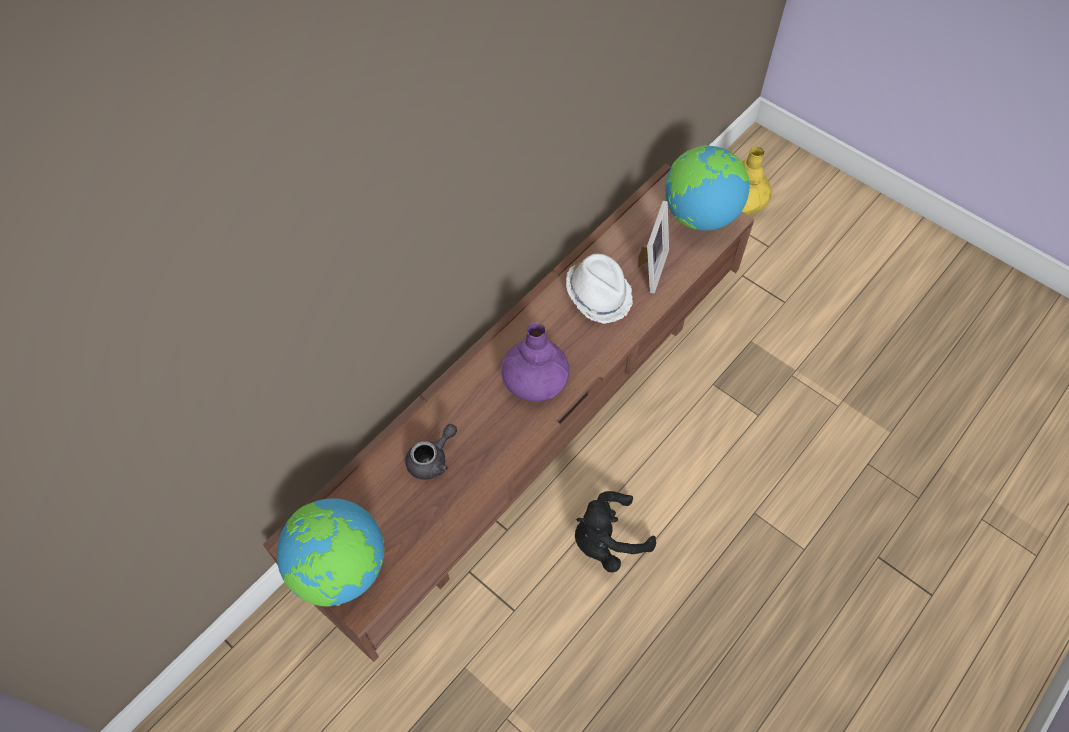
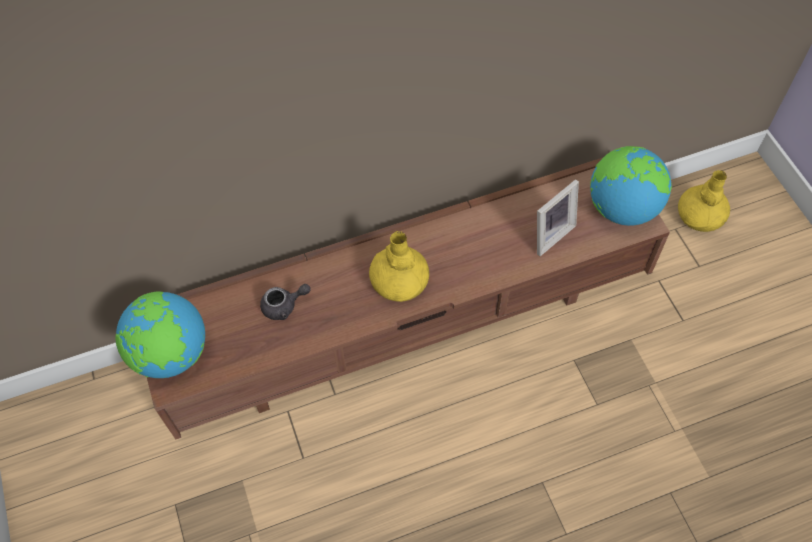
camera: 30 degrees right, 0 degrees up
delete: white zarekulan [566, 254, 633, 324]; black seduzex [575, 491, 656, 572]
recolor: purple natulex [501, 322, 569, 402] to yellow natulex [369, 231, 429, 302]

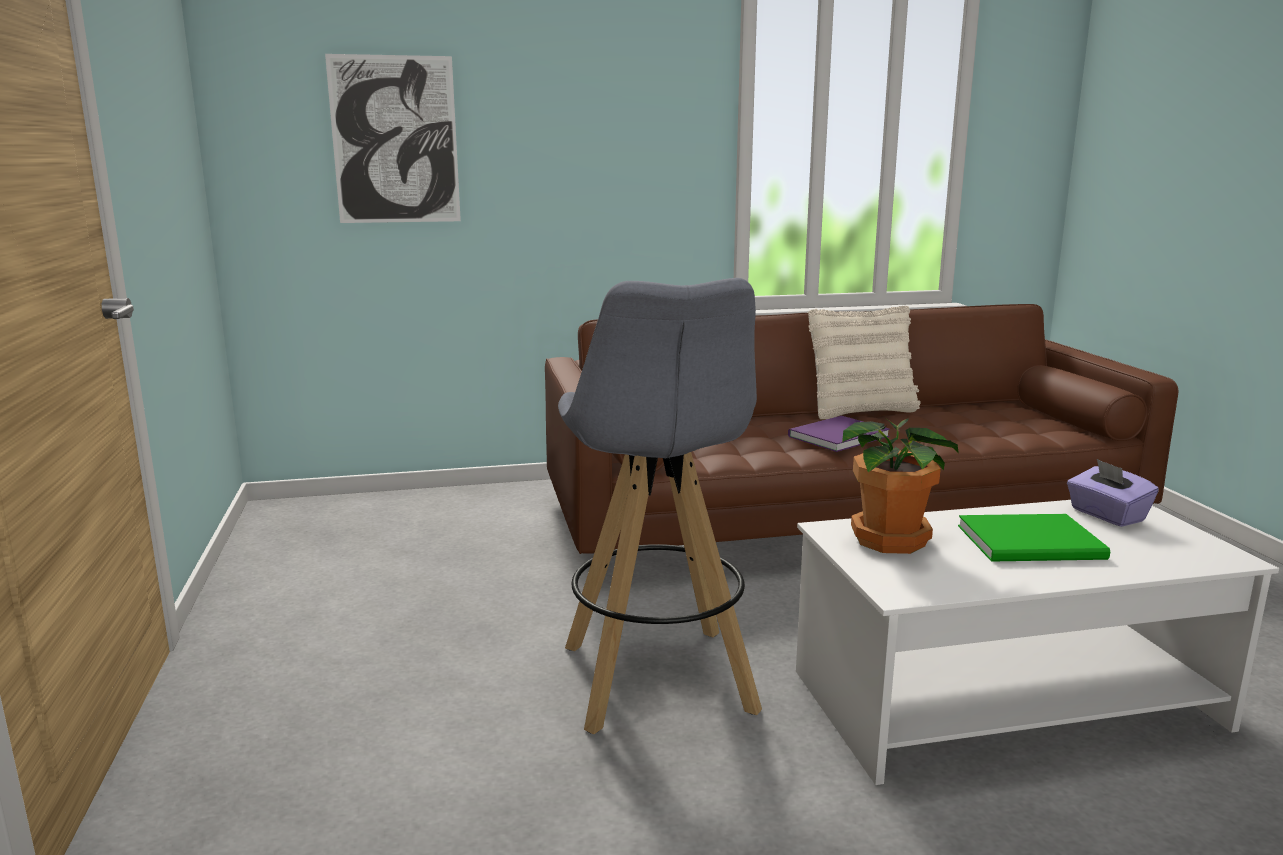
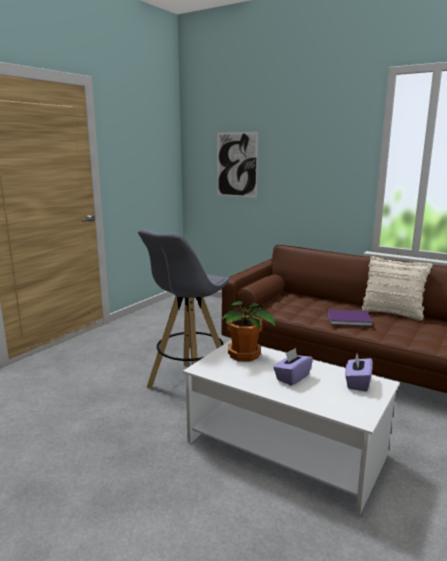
camera: 45 degrees right, 0 degrees up
replace: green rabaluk [958, 514, 1110, 562] to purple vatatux [273, 348, 313, 386]

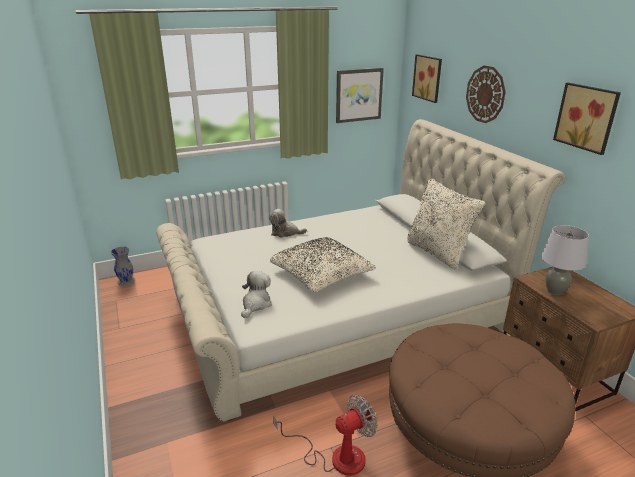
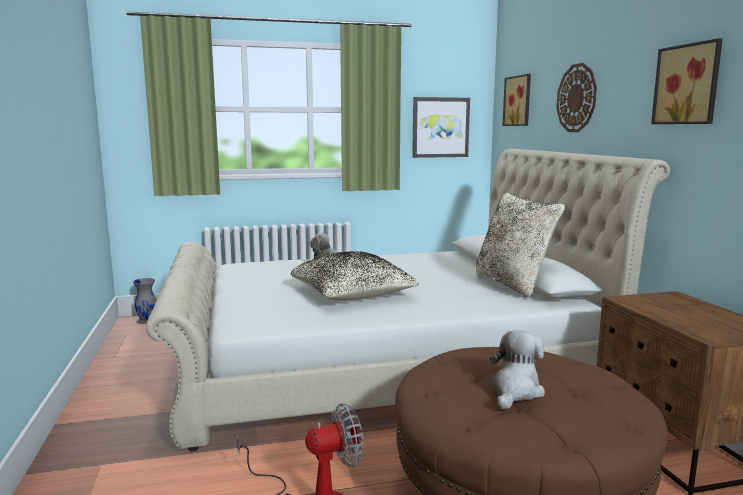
camera: 10 degrees right, 15 degrees down
delete: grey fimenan [541, 225, 589, 296]
move: seduzex [241, 271, 271, 318] to [490, 330, 545, 409]

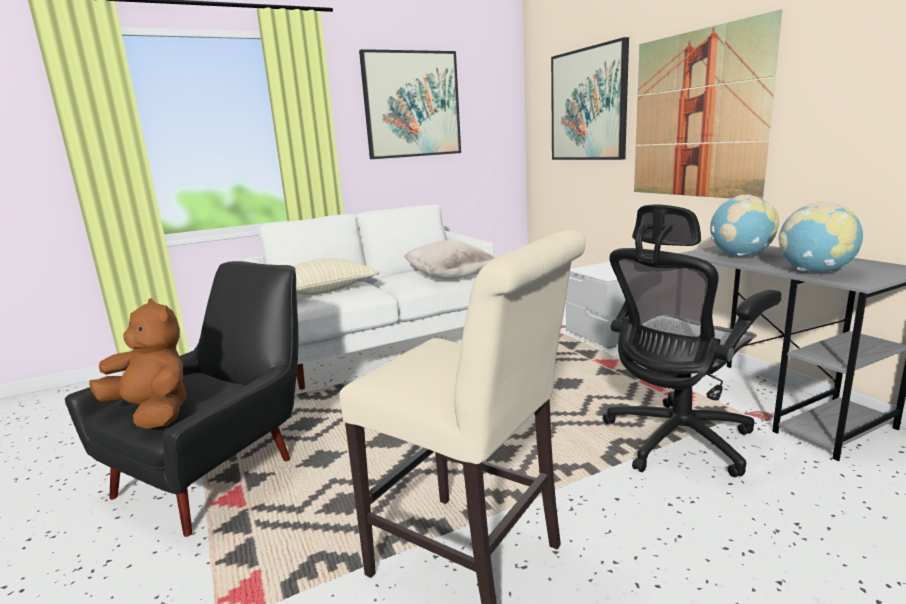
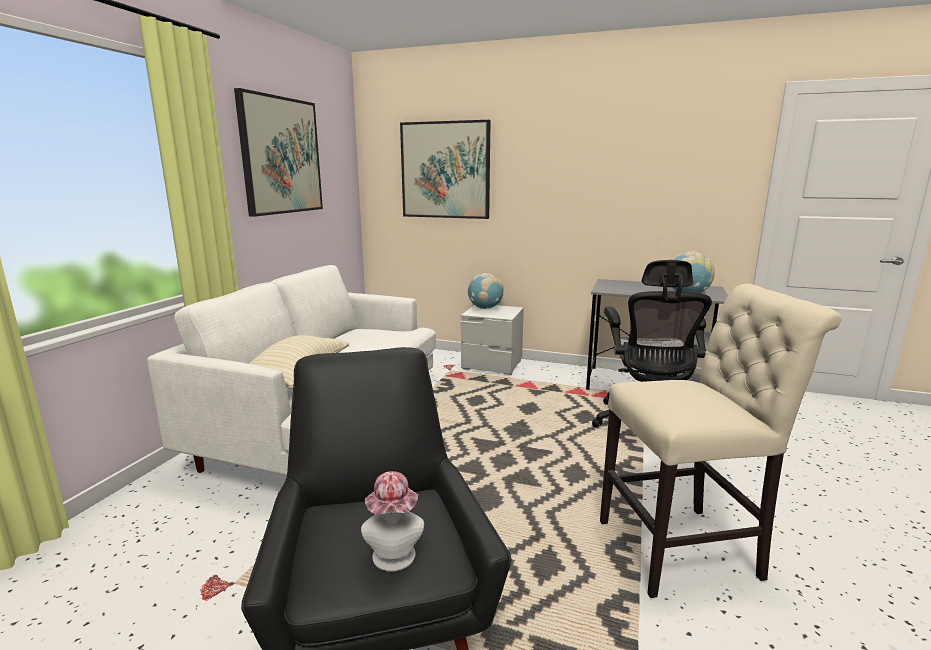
camera: 45 degrees left, 0 degrees up
delete: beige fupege [404, 240, 494, 279]; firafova [634, 9, 782, 199]
move: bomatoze [710, 195, 779, 256] to [468, 273, 504, 309]
replace: brown seduzex [89, 298, 187, 429] to zarekulan [361, 471, 424, 572]

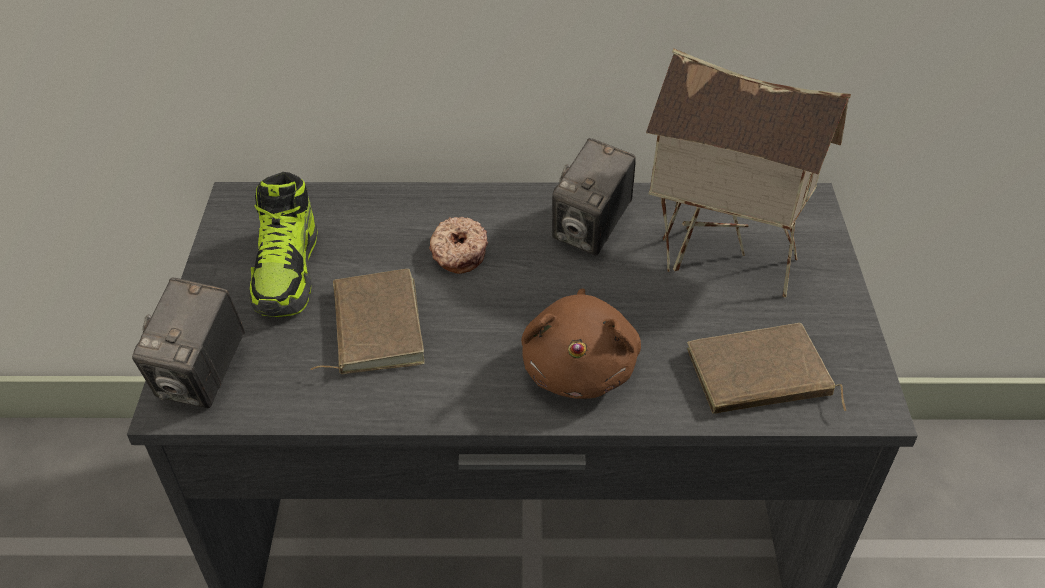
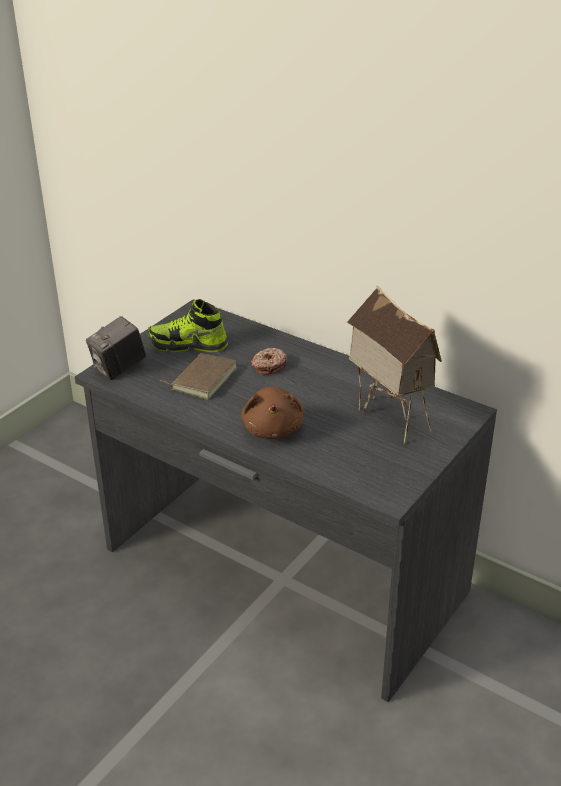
camera: 35 degrees right, 10 degrees down
delete: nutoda [552, 138, 636, 256]; brown rabaluk [687, 323, 846, 414]
rotate: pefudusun [249, 172, 318, 317] = [147, 299, 228, 352] 60 degrees clockwise; brown seduzex [521, 288, 641, 399] = [241, 386, 304, 439] 45 degrees counterclockwise

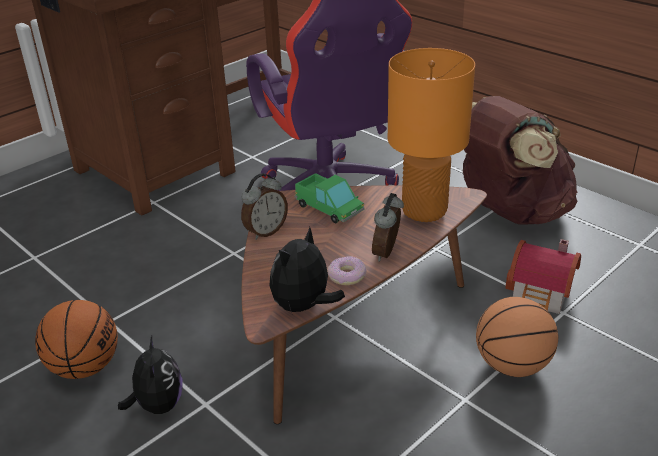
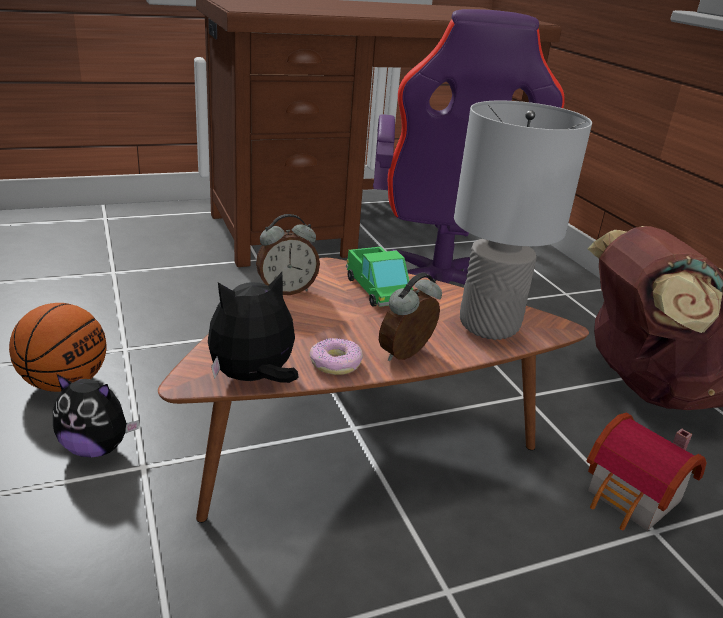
camera: 20 degrees right, 5 degrees down
delete: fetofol [476, 297, 558, 377]
recolor: orange fimenan [388, 48, 475, 222] to grey fimenan [454, 101, 592, 340]
rotate: seduzex [118, 336, 183, 414] = [53, 374, 139, 457] 90 degrees clockwise

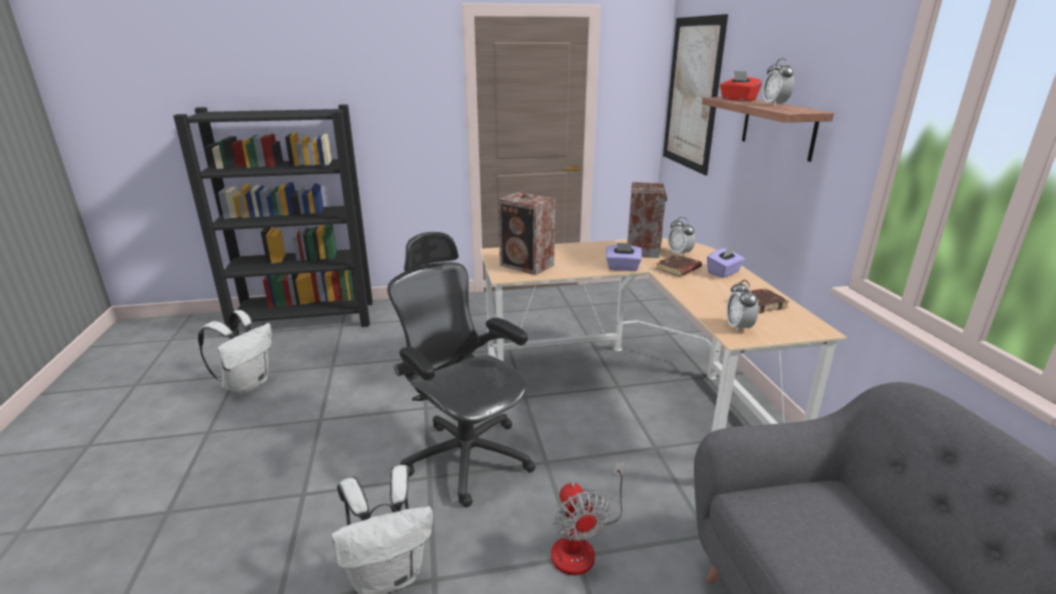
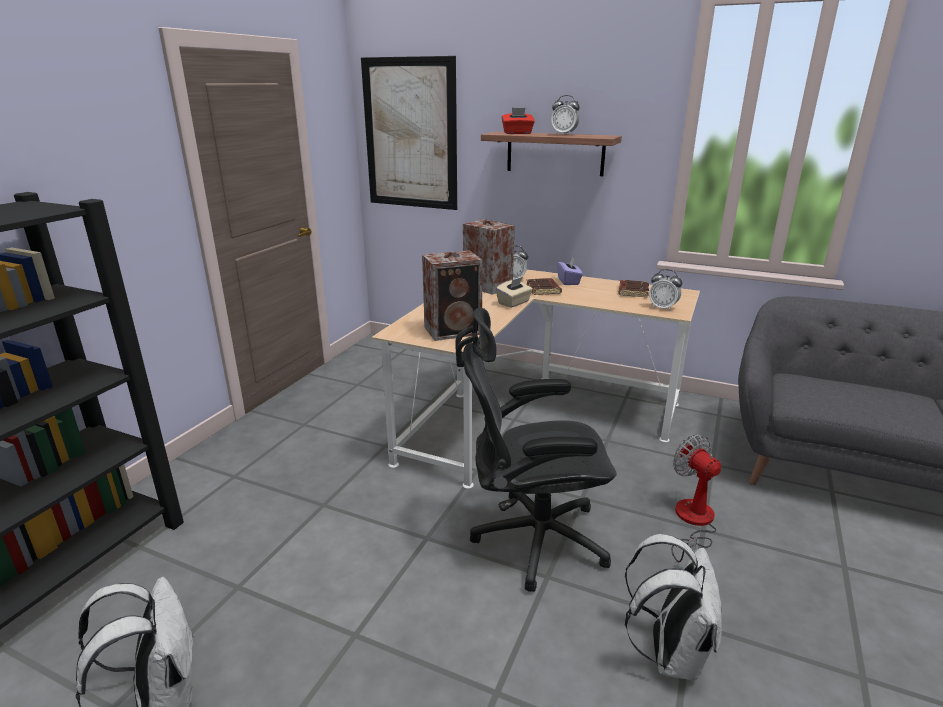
camera: 55 degrees left, 0 degrees up
recolor: purple vatatux [606, 243, 642, 271] to beige vatatux [496, 277, 533, 308]
rotate: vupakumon [551, 462, 624, 575] = [671, 434, 721, 562] 135 degrees counterclockwise

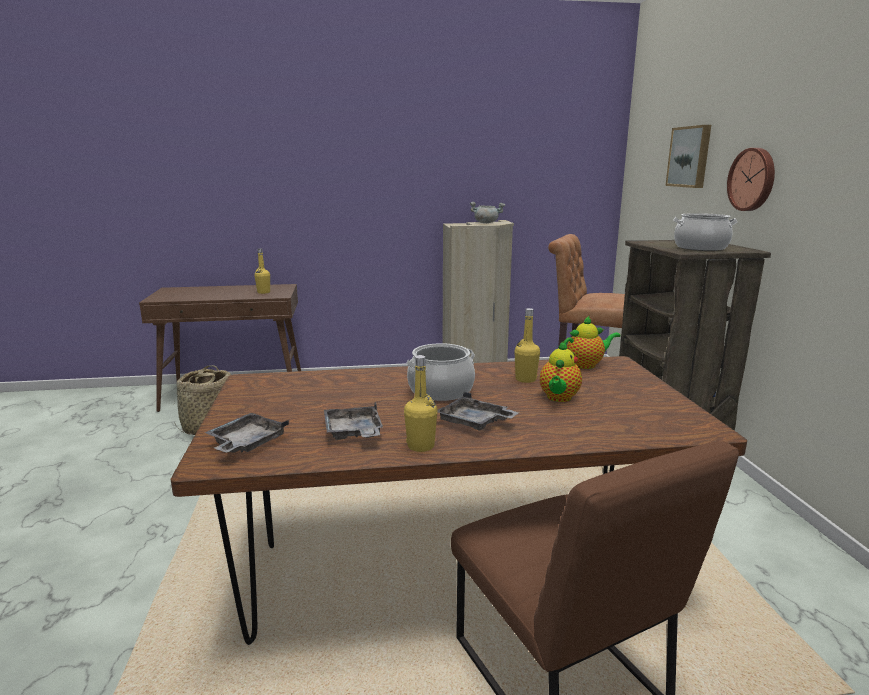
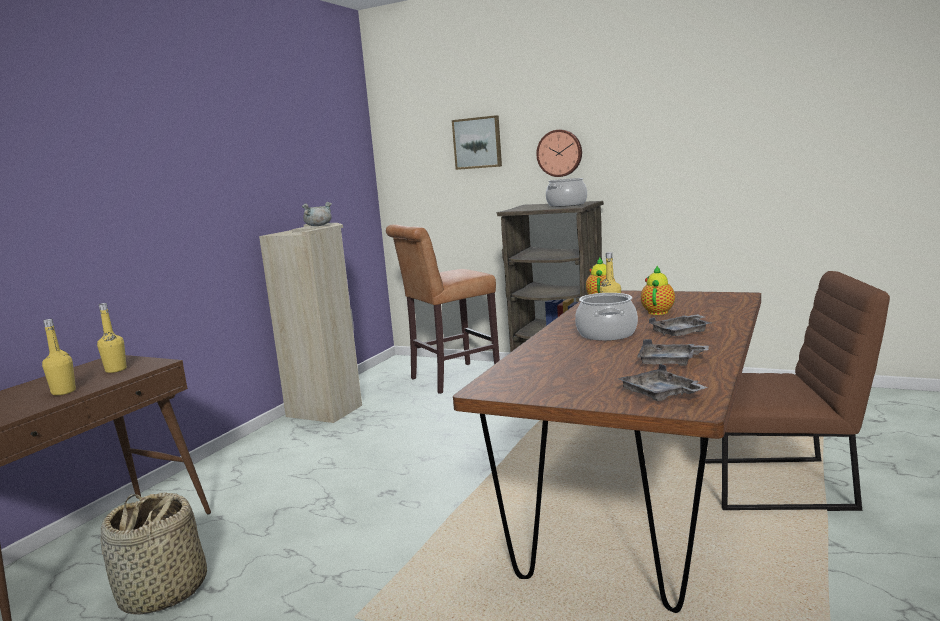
camera: 55 degrees left, 5 degrees down
move: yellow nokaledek [404, 355, 437, 452] to [42, 319, 76, 395]
rotate: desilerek [540, 341, 582, 402] = [641, 265, 675, 315] 120 degrees counterclockwise

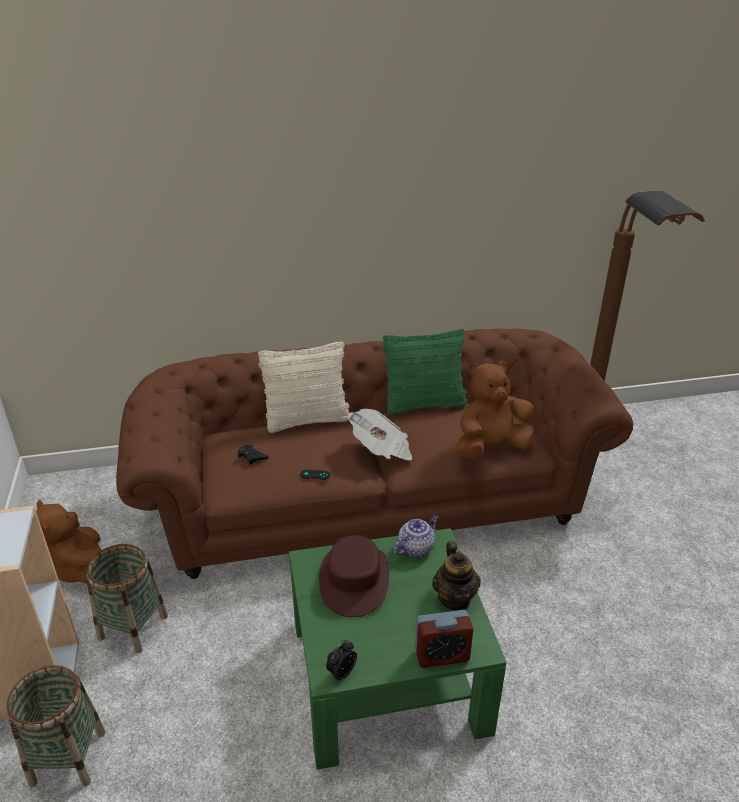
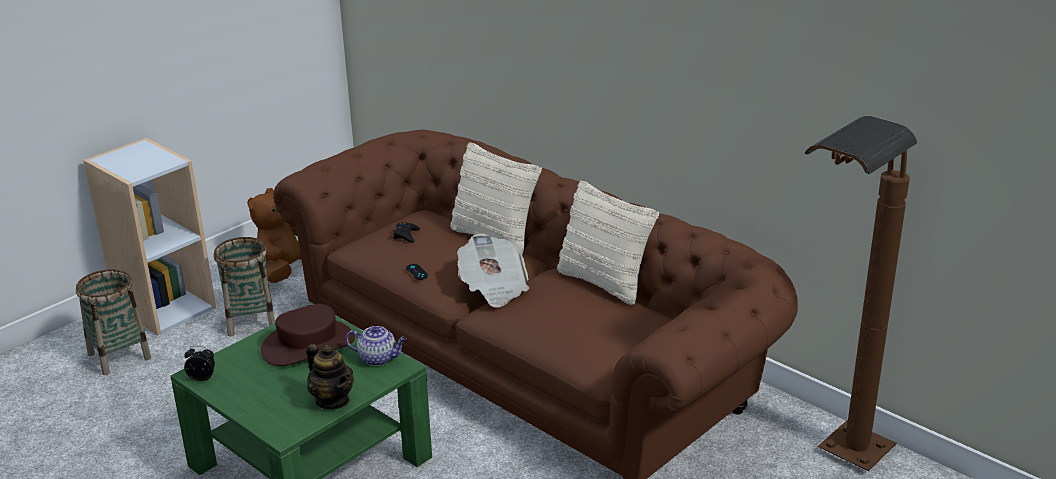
camera: 55 degrees right, 5 degrees down
delete: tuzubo [415, 610, 473, 668]; brown seduzex [456, 360, 534, 458]
recolor: green fupege [383, 329, 468, 415] to beige fupege [557, 181, 659, 305]
rotate: desilerek [432, 541, 481, 611] = [306, 344, 354, 409] 90 degrees counterclockwise

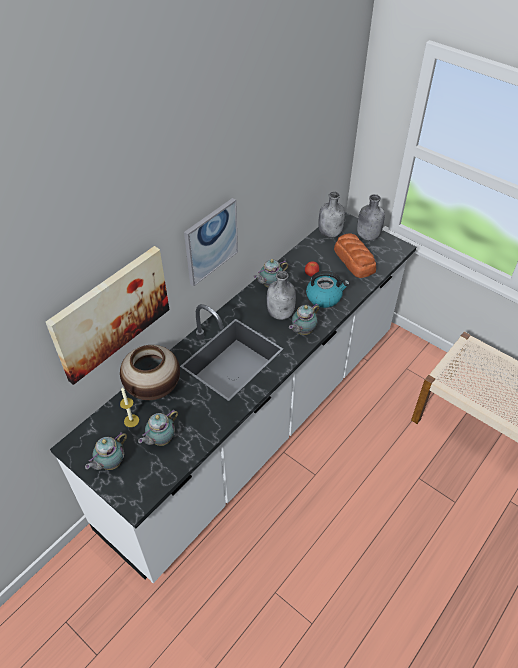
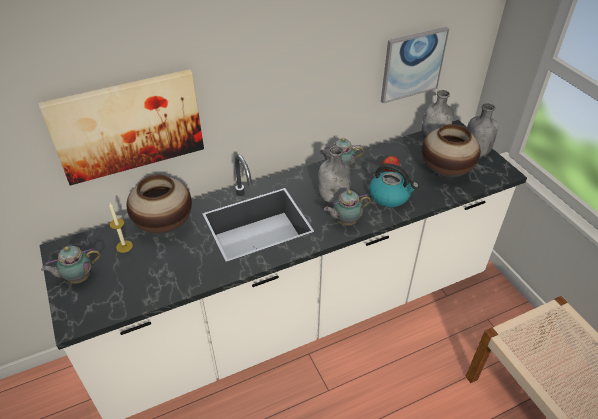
camera: 25 degrees right, 5 degrees down
delete: desilerek [138, 410, 178, 446]
move: firafova [184, 198, 238, 286] to [381, 27, 449, 103]
replace: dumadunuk [334, 233, 376, 278] to natulex [422, 124, 480, 178]

